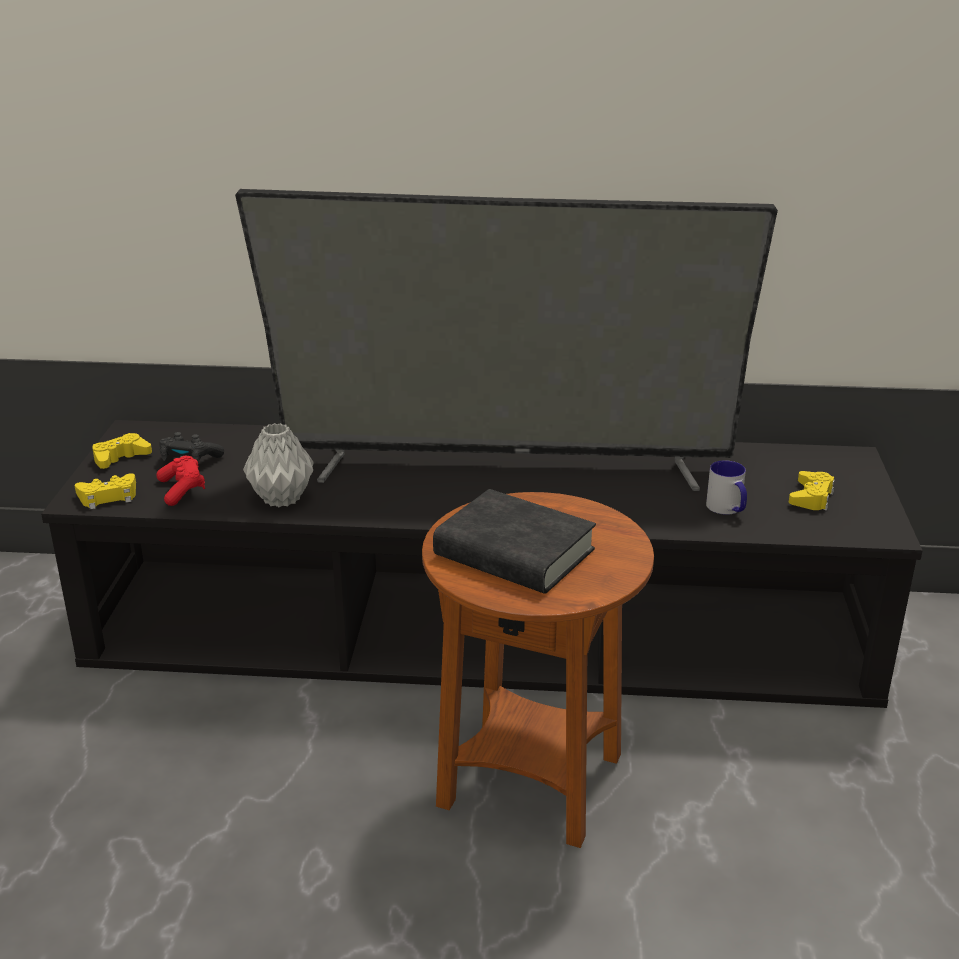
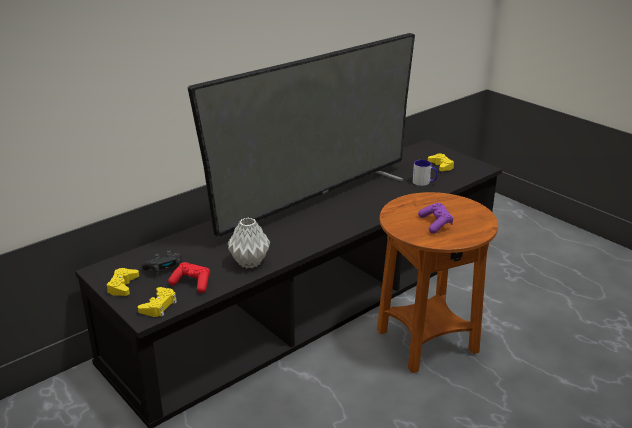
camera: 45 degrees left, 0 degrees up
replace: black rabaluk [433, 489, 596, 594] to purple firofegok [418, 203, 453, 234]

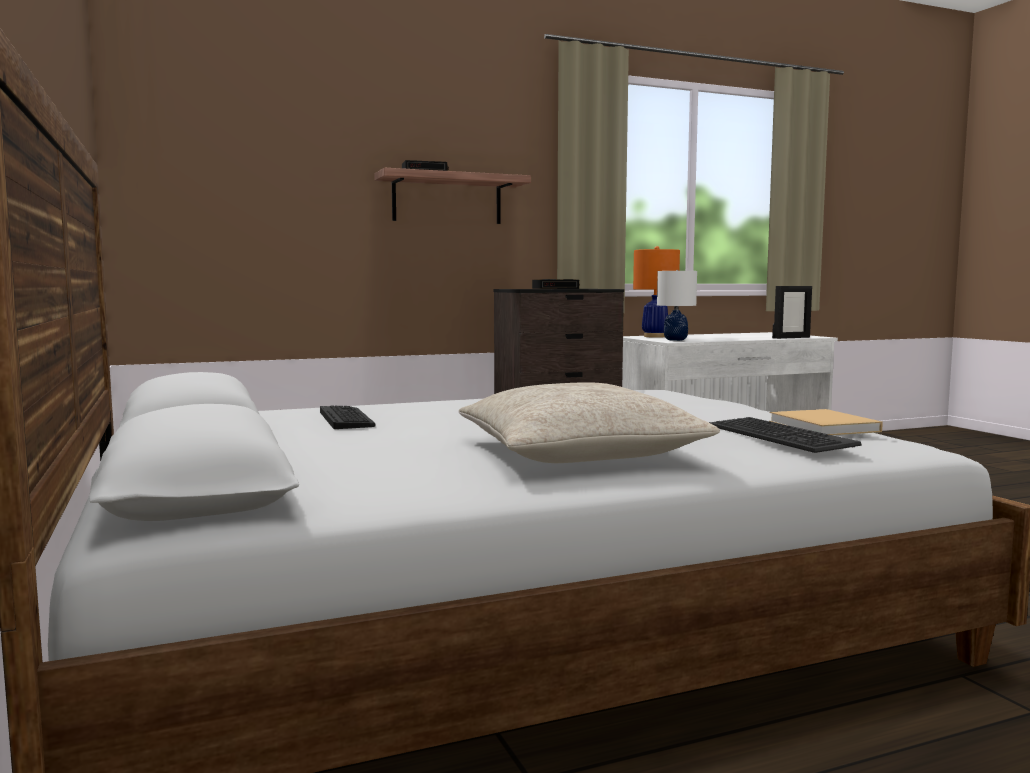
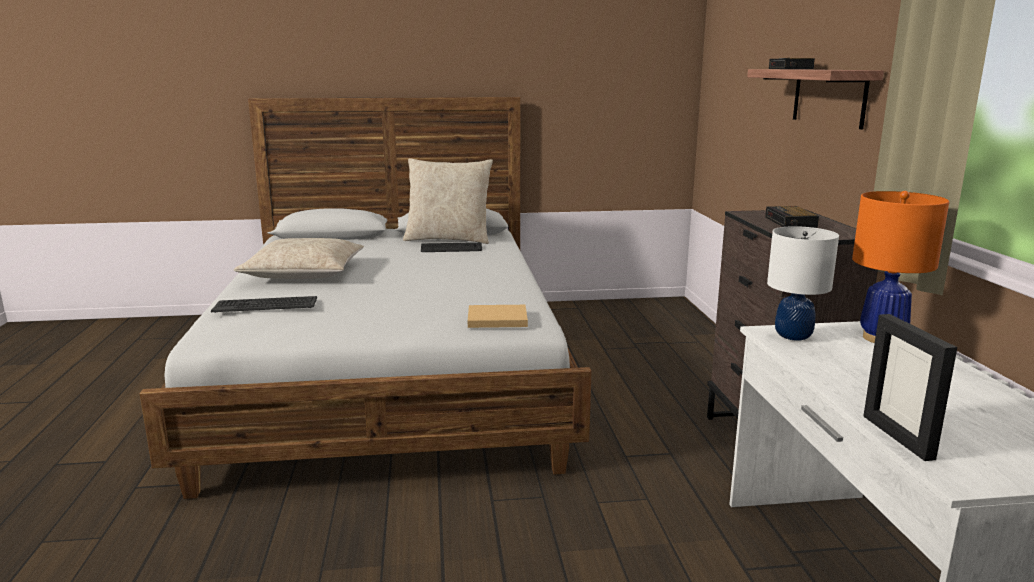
camera: 105 degrees right, 10 degrees up
insert: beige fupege [403, 158, 493, 244]
move: beige rabaluk [769, 409, 883, 435] to [468, 305, 528, 328]

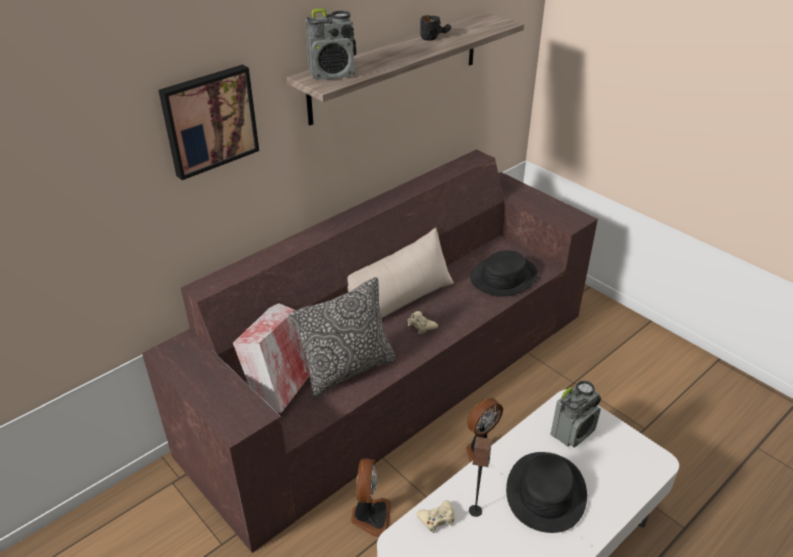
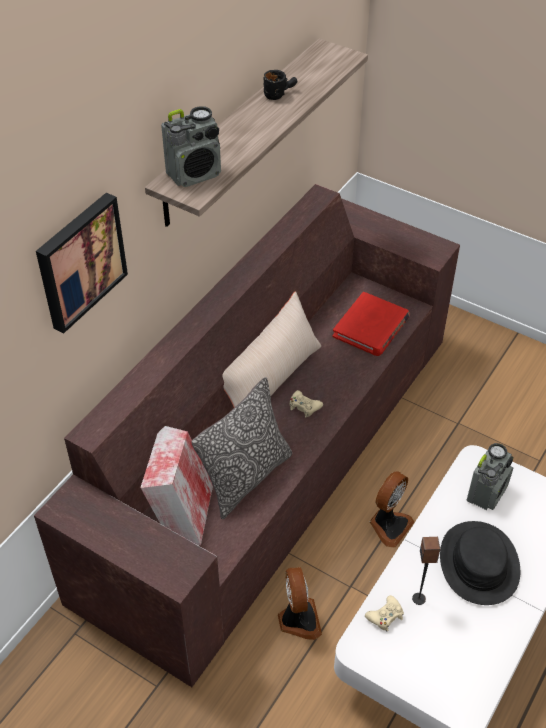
camera: 15 degrees left, 10 degrees up
replace: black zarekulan [470, 250, 538, 297] to red rabaluk [333, 292, 410, 356]

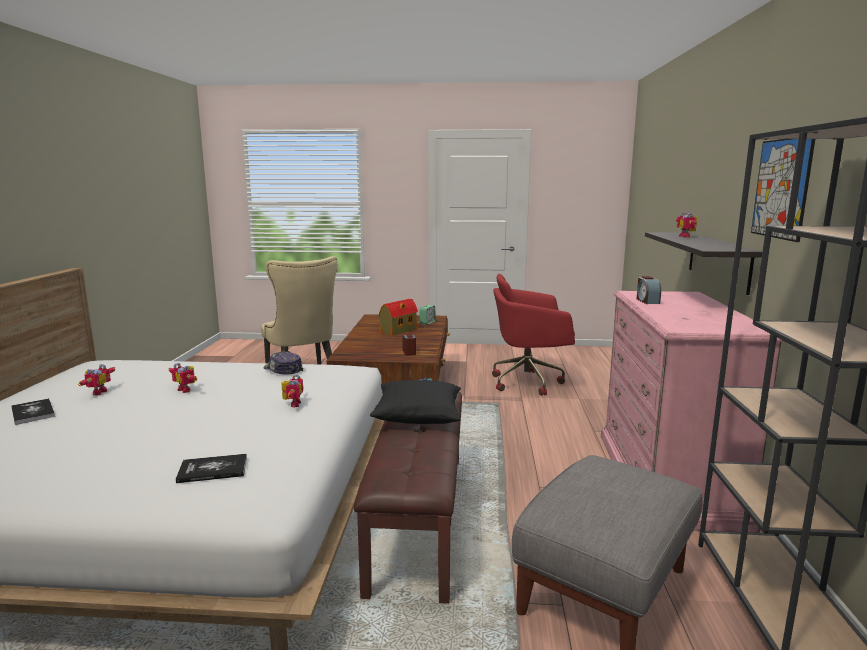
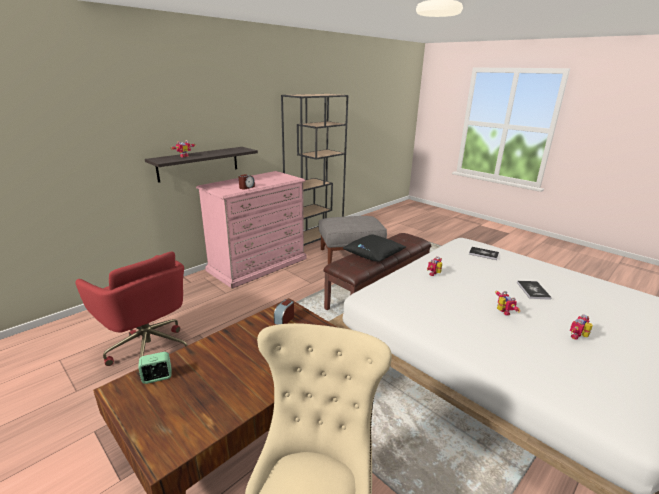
camera: 140 degrees left, 10 degrees up
delete: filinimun [264, 351, 303, 375]; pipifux [379, 299, 418, 336]; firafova [751, 139, 815, 242]
move: rabaluk [11, 398, 55, 425] to [517, 281, 552, 300]

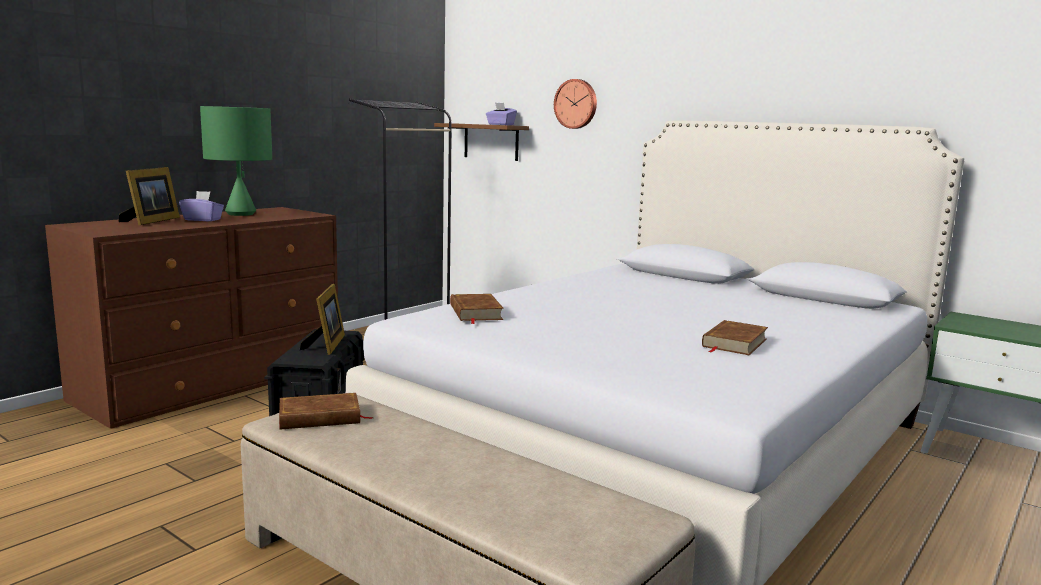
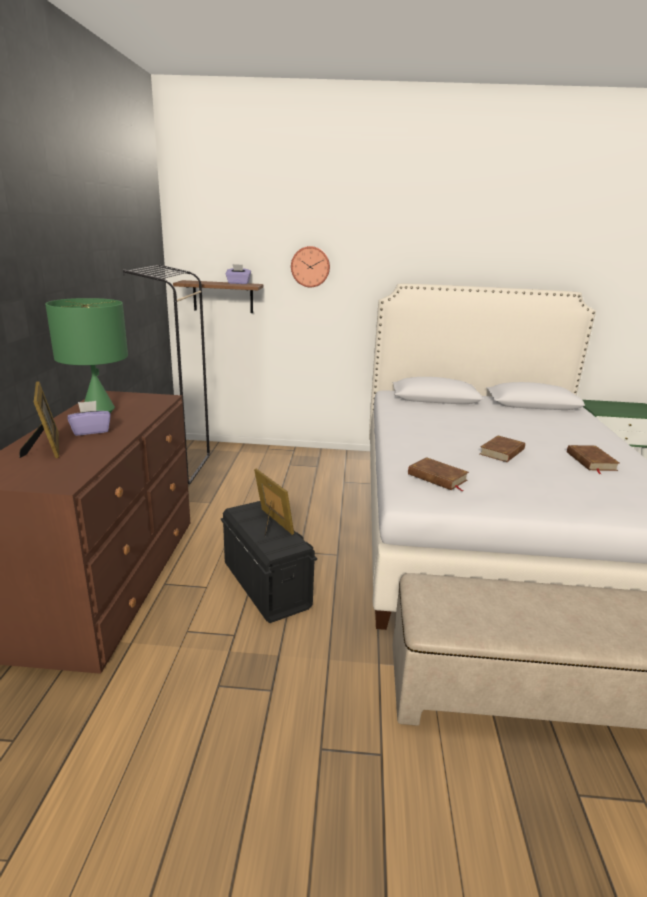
camera: 35 degrees left, 10 degrees up
move: brown rabaluk [279, 393, 373, 429] to [480, 436, 525, 462]

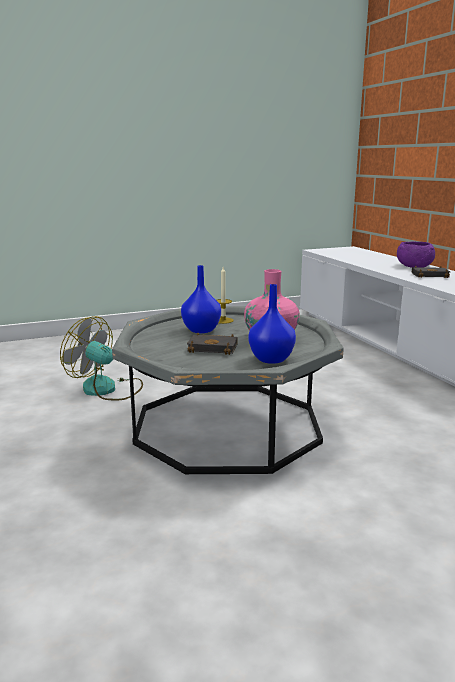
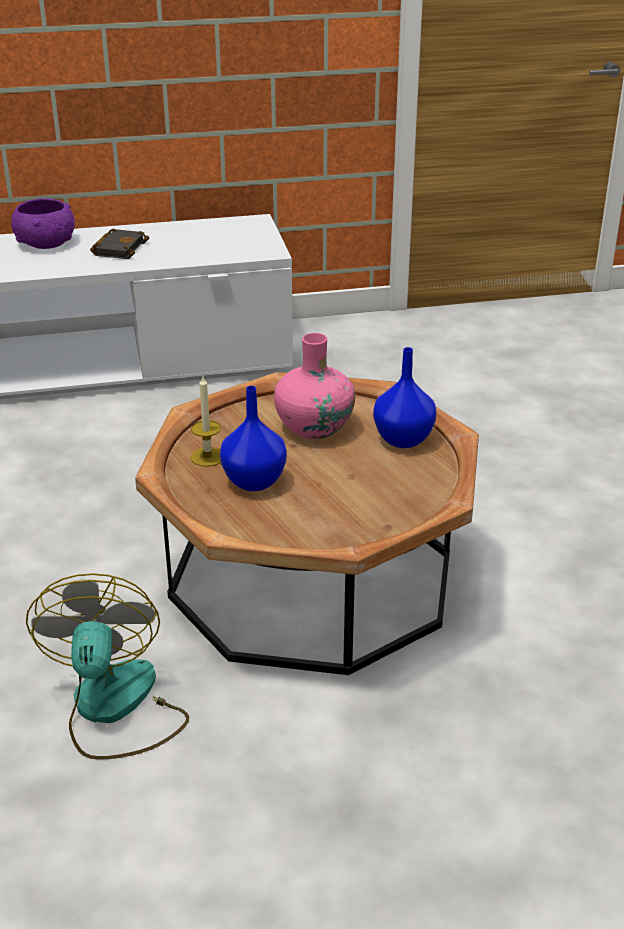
camera: 80 degrees left, 15 degrees up
delete: black rabaluk [187, 333, 238, 355]
recolor: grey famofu [112, 306, 344, 474] to brown famofu [135, 372, 479, 675]
rotate: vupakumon [60, 316, 143, 401] = [26, 573, 189, 760] 135 degrees clockwise

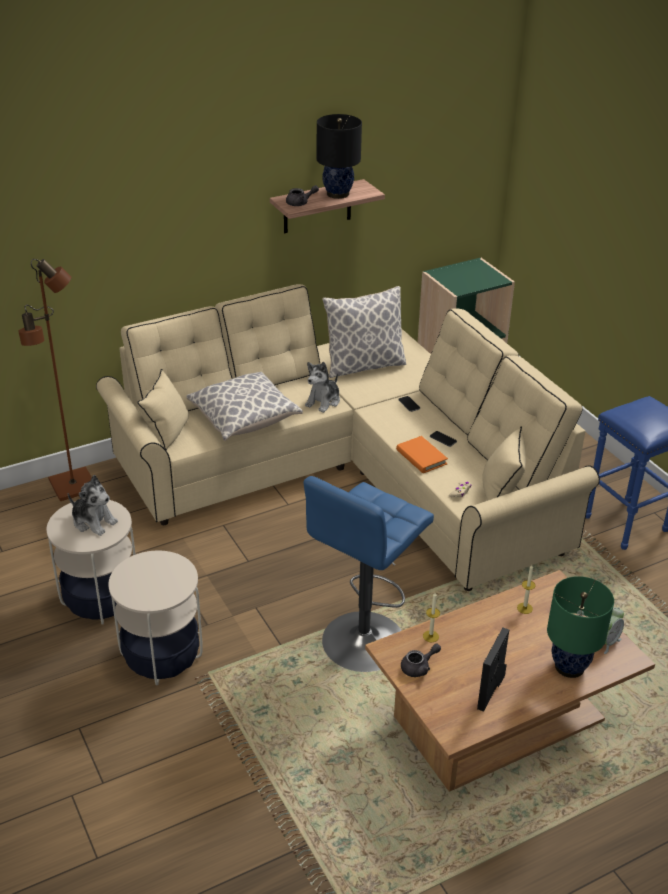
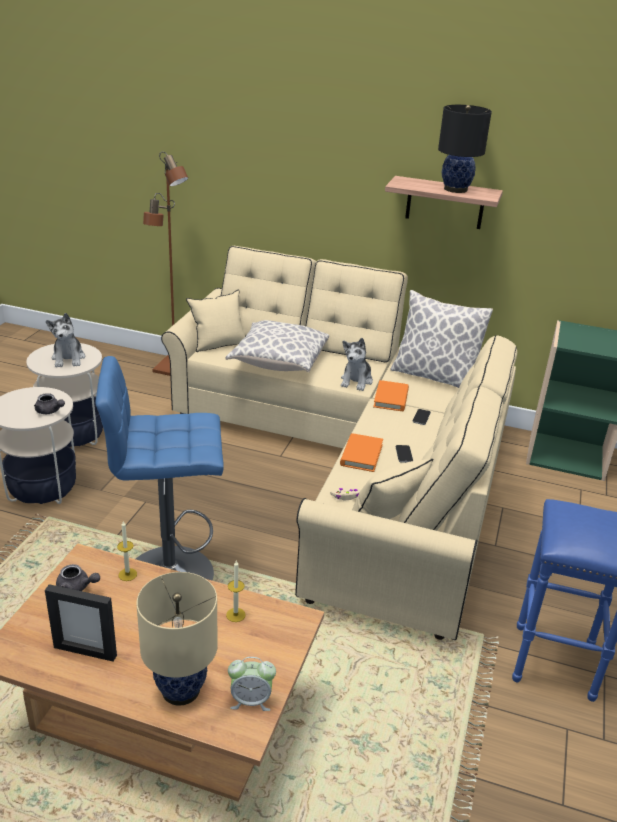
camera: 45 degrees right, 5 degrees down
insert: orange rabaluk [373, 380, 409, 411]
move: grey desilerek [286, 185, 319, 206] to [34, 393, 65, 414]
recolor: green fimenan [547, 576, 614, 678] to beige fimenan [137, 572, 218, 706]
rotate: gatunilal [477, 628, 509, 712] = [45, 584, 117, 662] 150 degrees counterclockwise; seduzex [305, 362, 340, 413] = [341, 338, 373, 391] 60 degrees counterclockwise

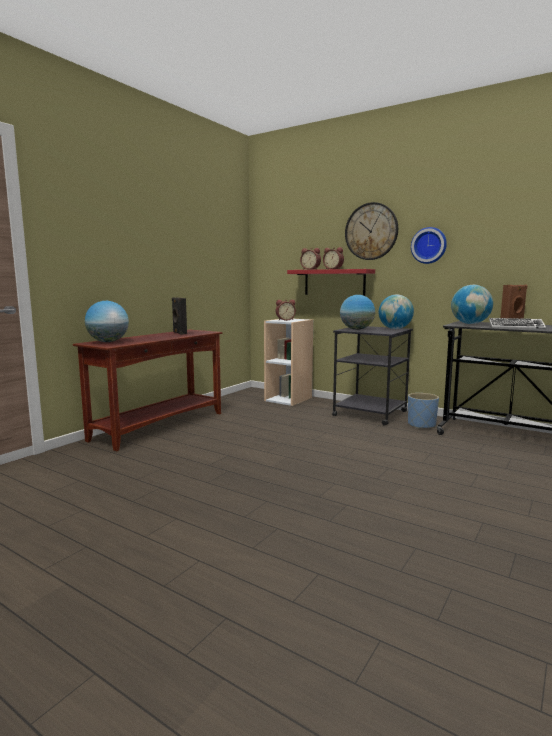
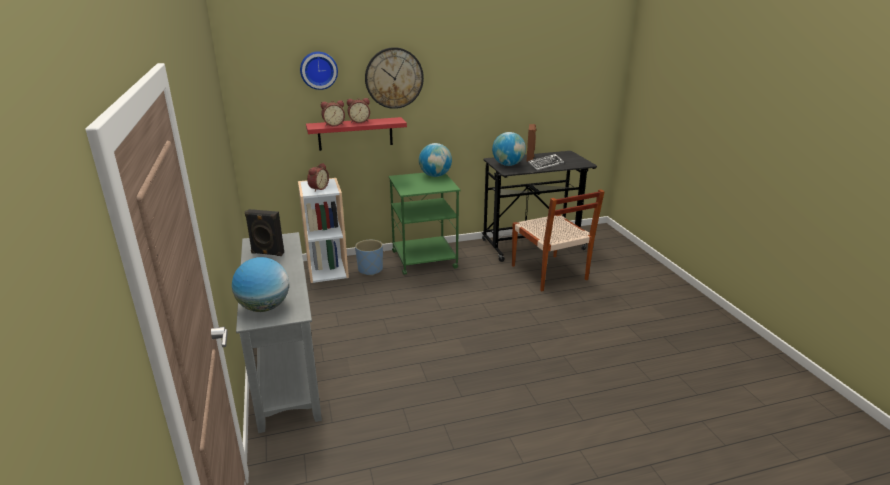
camera: 50 degrees left, 15 degrees up
delete: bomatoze [340, 295, 375, 330]
insert: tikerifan [512, 189, 605, 291]
move: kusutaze [411, 227, 447, 264] to [300, 52, 338, 90]; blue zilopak [408, 393, 439, 429] to [355, 240, 383, 276]
recolor: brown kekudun [73, 330, 222, 451] to grey kekudun [236, 232, 322, 433]; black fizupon [332, 326, 413, 426] to green fizupon [388, 173, 461, 275]

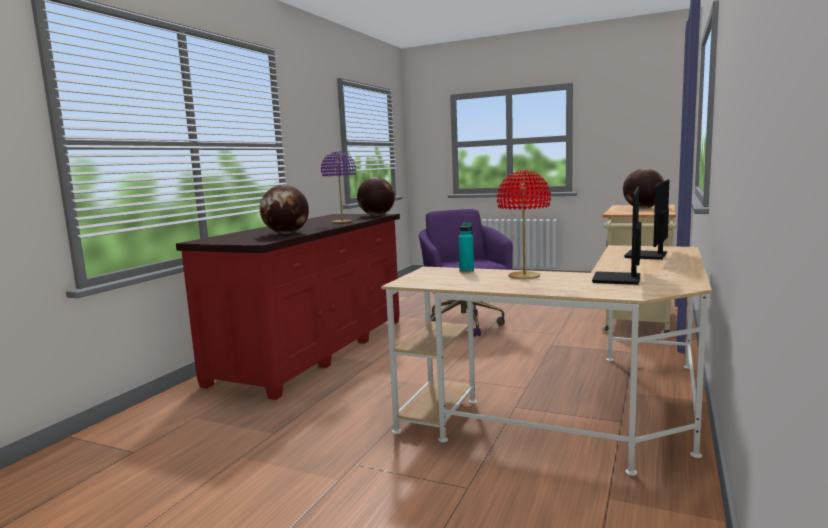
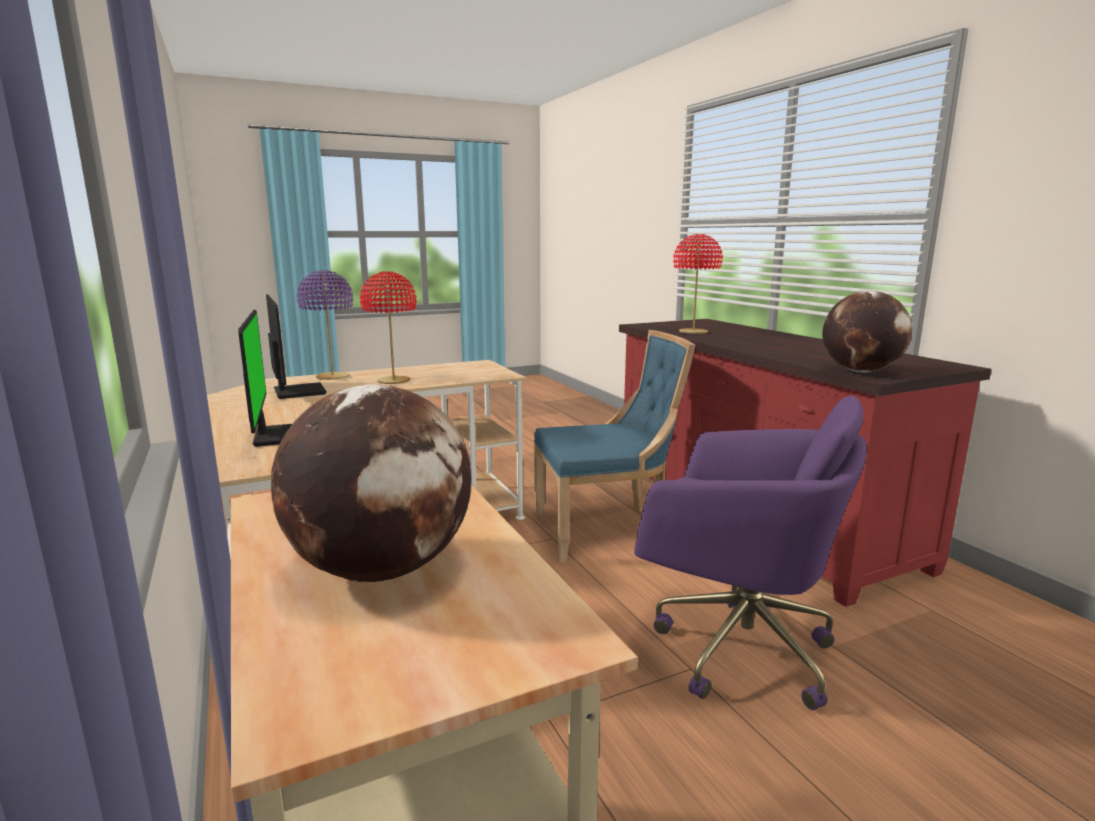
camera: 130 degrees right, 5 degrees up
delete: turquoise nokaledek [459, 222, 474, 272]
insert: blue tikerifan [534, 330, 695, 563]
move: purple fimenan [321, 151, 356, 223] to [297, 270, 353, 380]
replace: bomatoze [260, 185, 309, 234] to red fimenan [673, 234, 723, 334]

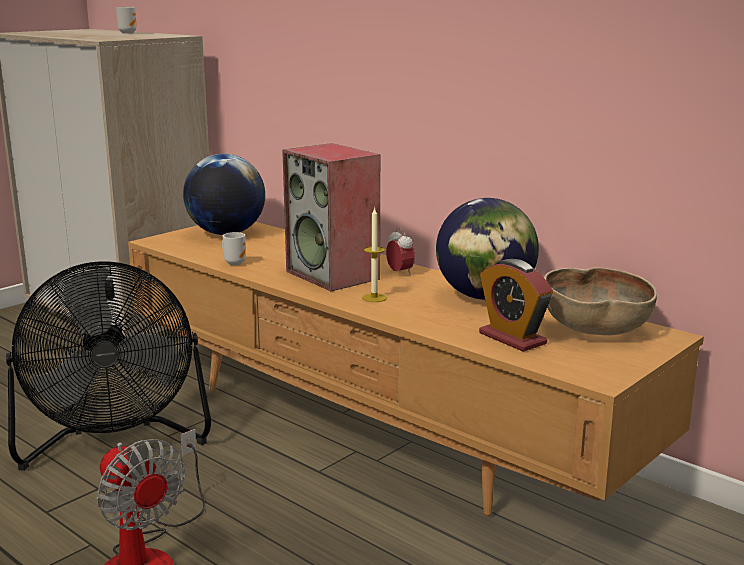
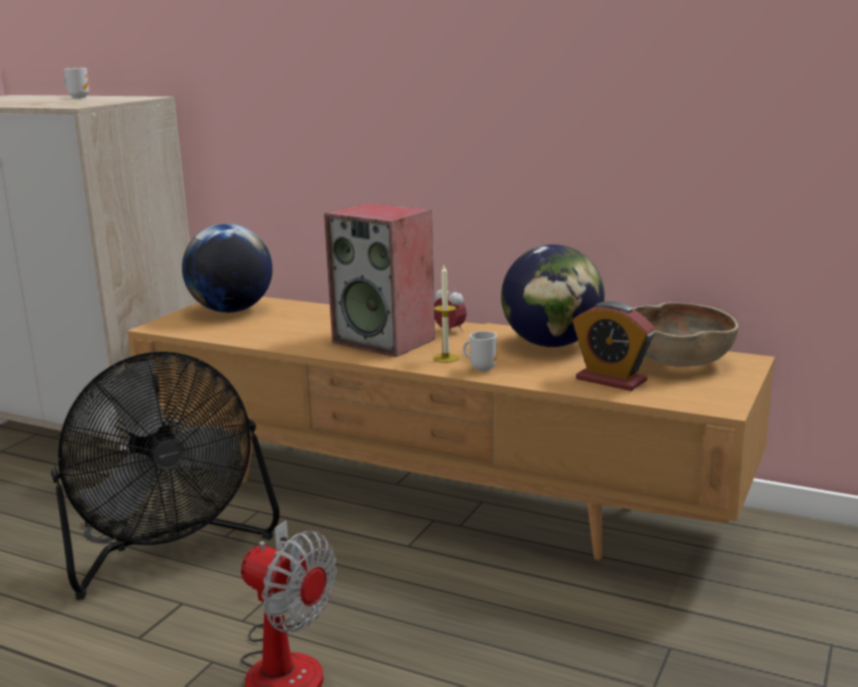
camera: 15 degrees left, 0 degrees up
move: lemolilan [222, 232, 246, 265] to [463, 331, 497, 372]

